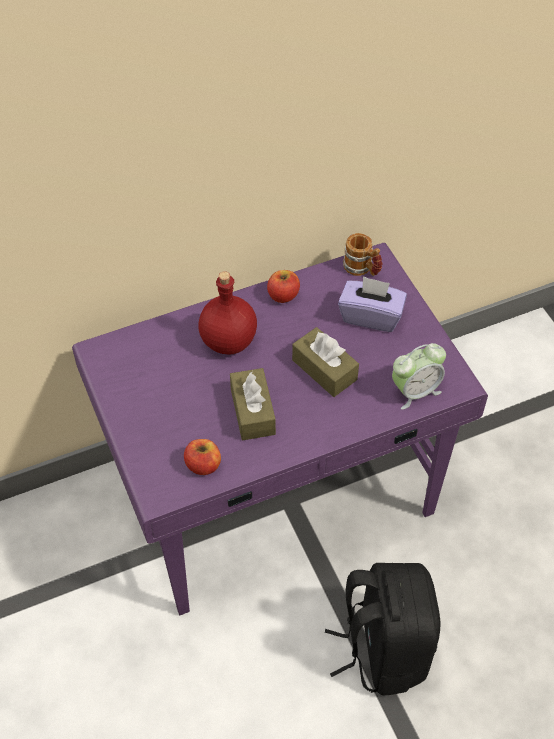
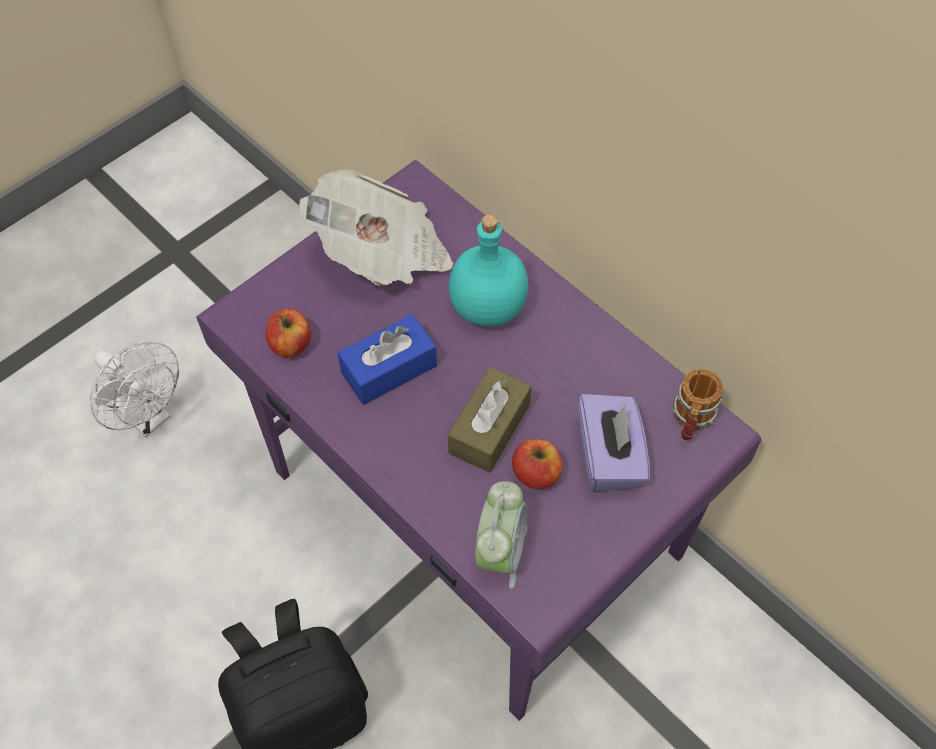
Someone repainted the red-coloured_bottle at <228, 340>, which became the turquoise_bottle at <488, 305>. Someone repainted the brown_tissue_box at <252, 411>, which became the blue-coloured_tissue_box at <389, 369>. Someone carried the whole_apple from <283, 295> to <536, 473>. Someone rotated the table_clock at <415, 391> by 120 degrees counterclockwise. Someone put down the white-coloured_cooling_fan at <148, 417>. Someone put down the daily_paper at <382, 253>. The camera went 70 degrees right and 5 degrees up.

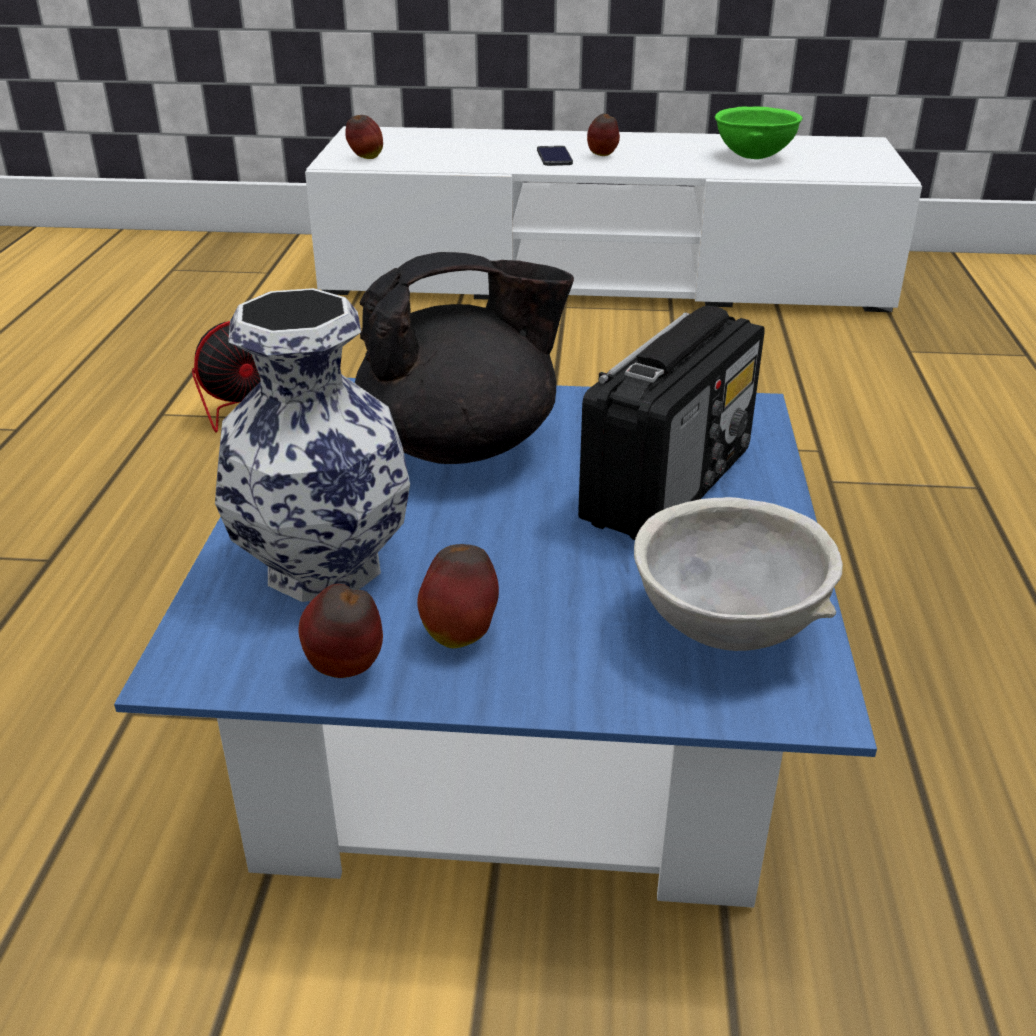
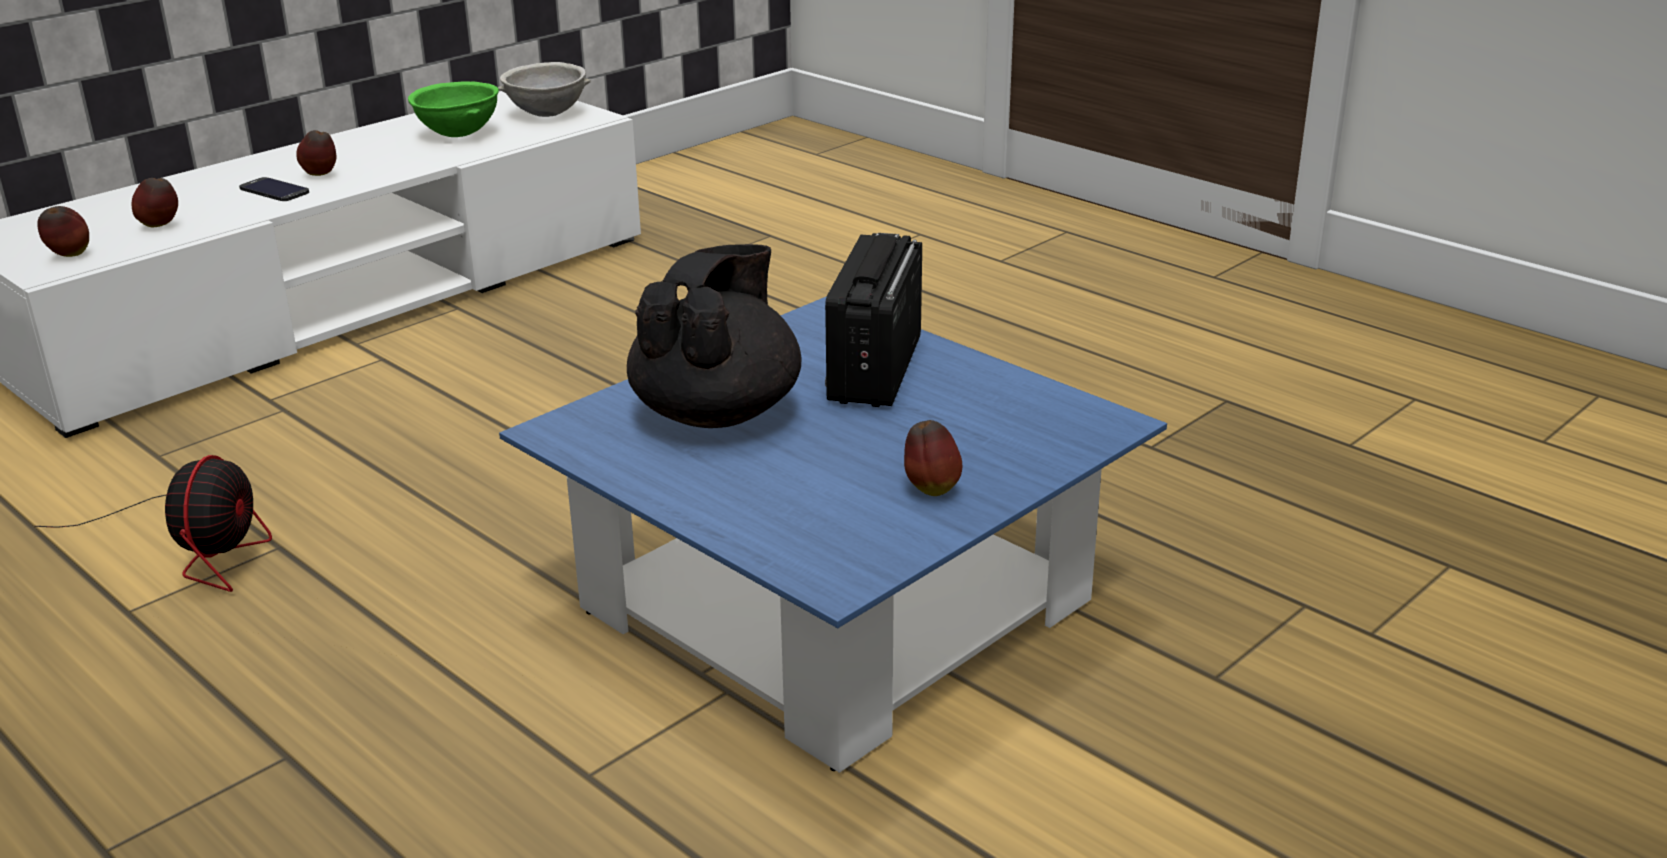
Someone took away the decorative_vase at <325, 564>. Someone carried the whole_apple from <347, 671> to <160, 226>. Someone rotated the radio_receiver at <669, 484> by 150 degrees counterclockwise. Someone carried the greyish_bowl from <726, 631> to <547, 115>. The camera went 50 degrees left and 5 degrees down.

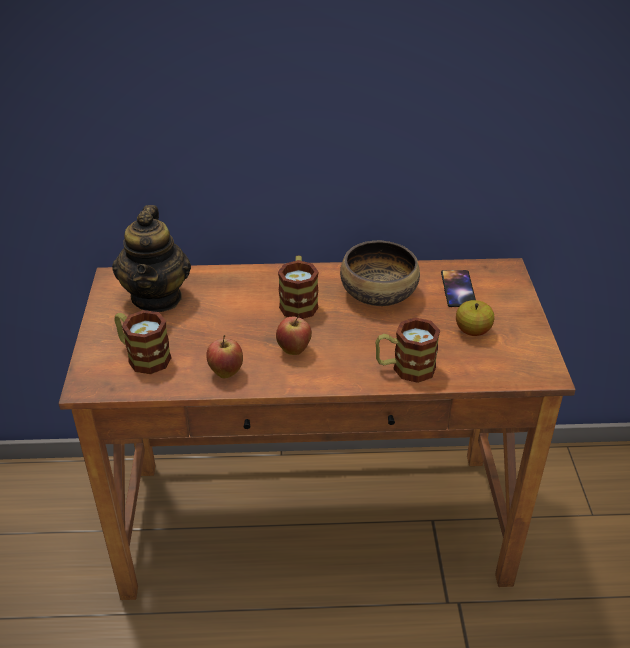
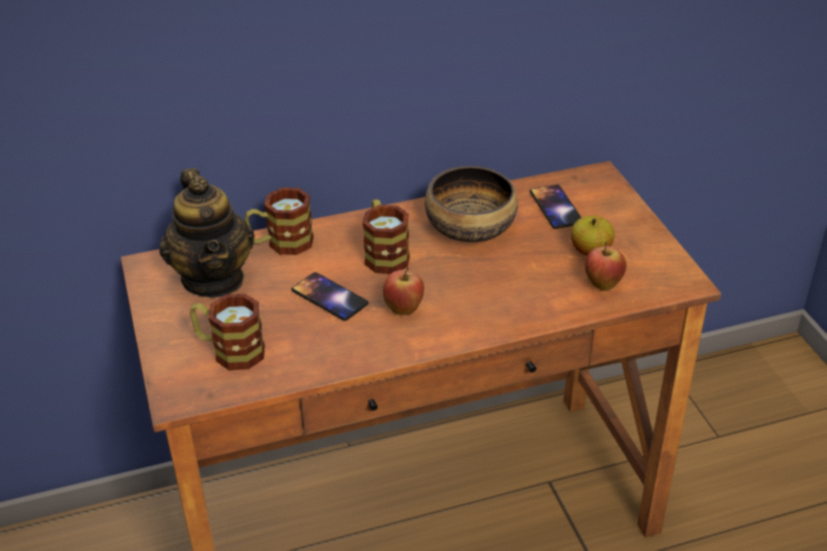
Someone carried the whole_apple from <226, 372> to <602, 285>. Someone carried the mug from <405, 368> to <281, 243>. Someone put down the handset at <329, 297>. The camera went 15 degrees left and 0 degrees up.

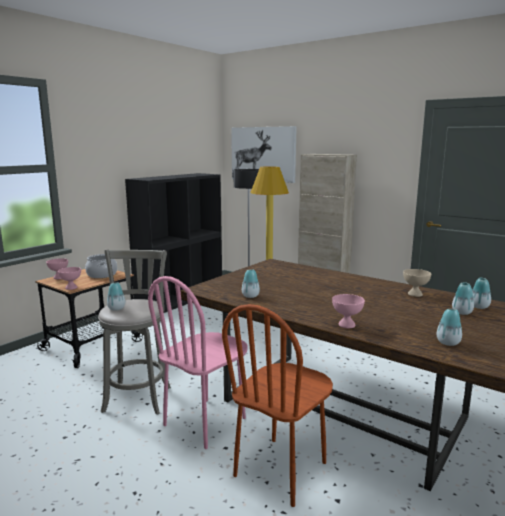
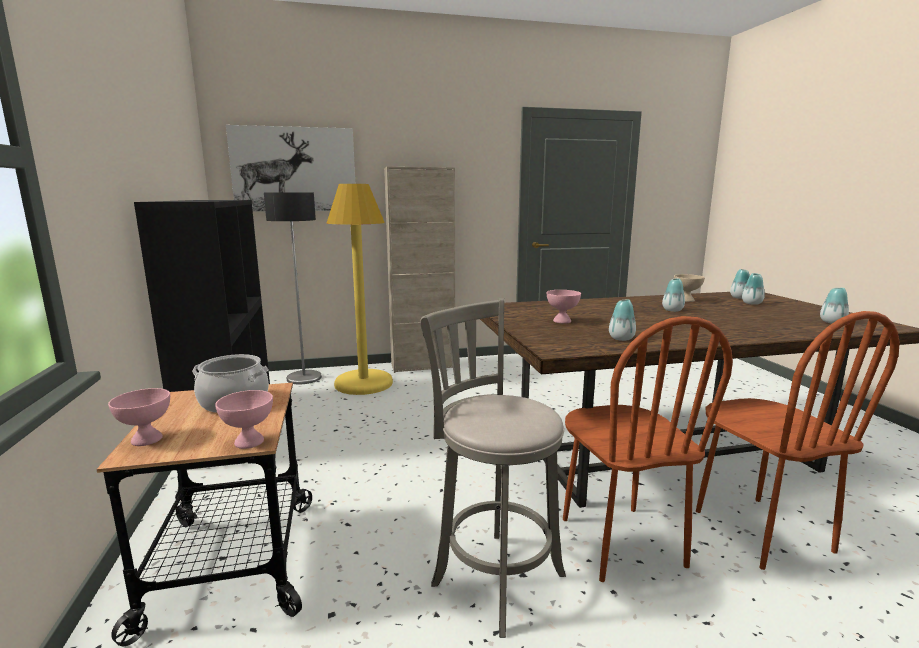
Someone carried the decorative_vase from <116, 308> to <672, 310>. Someone repainted the pink_chair at <205, 422>, which became the brown_chair at <620, 542>. Someone carried the pink_bowl from <346, 325> to <562, 321>. The camera went 50 degrees left and 0 degrees up.

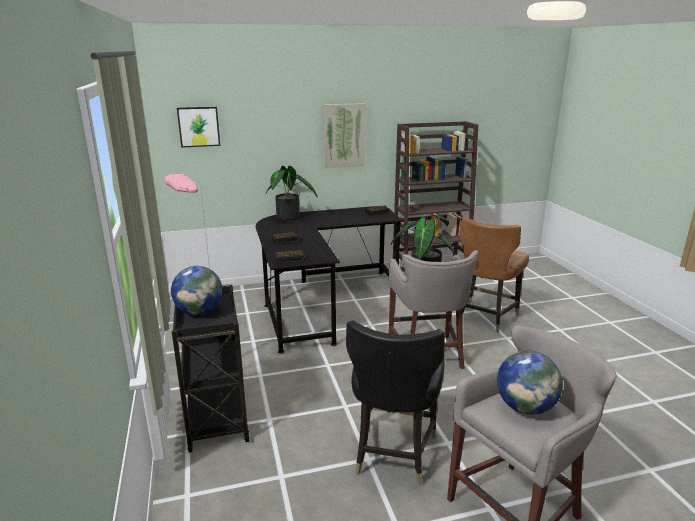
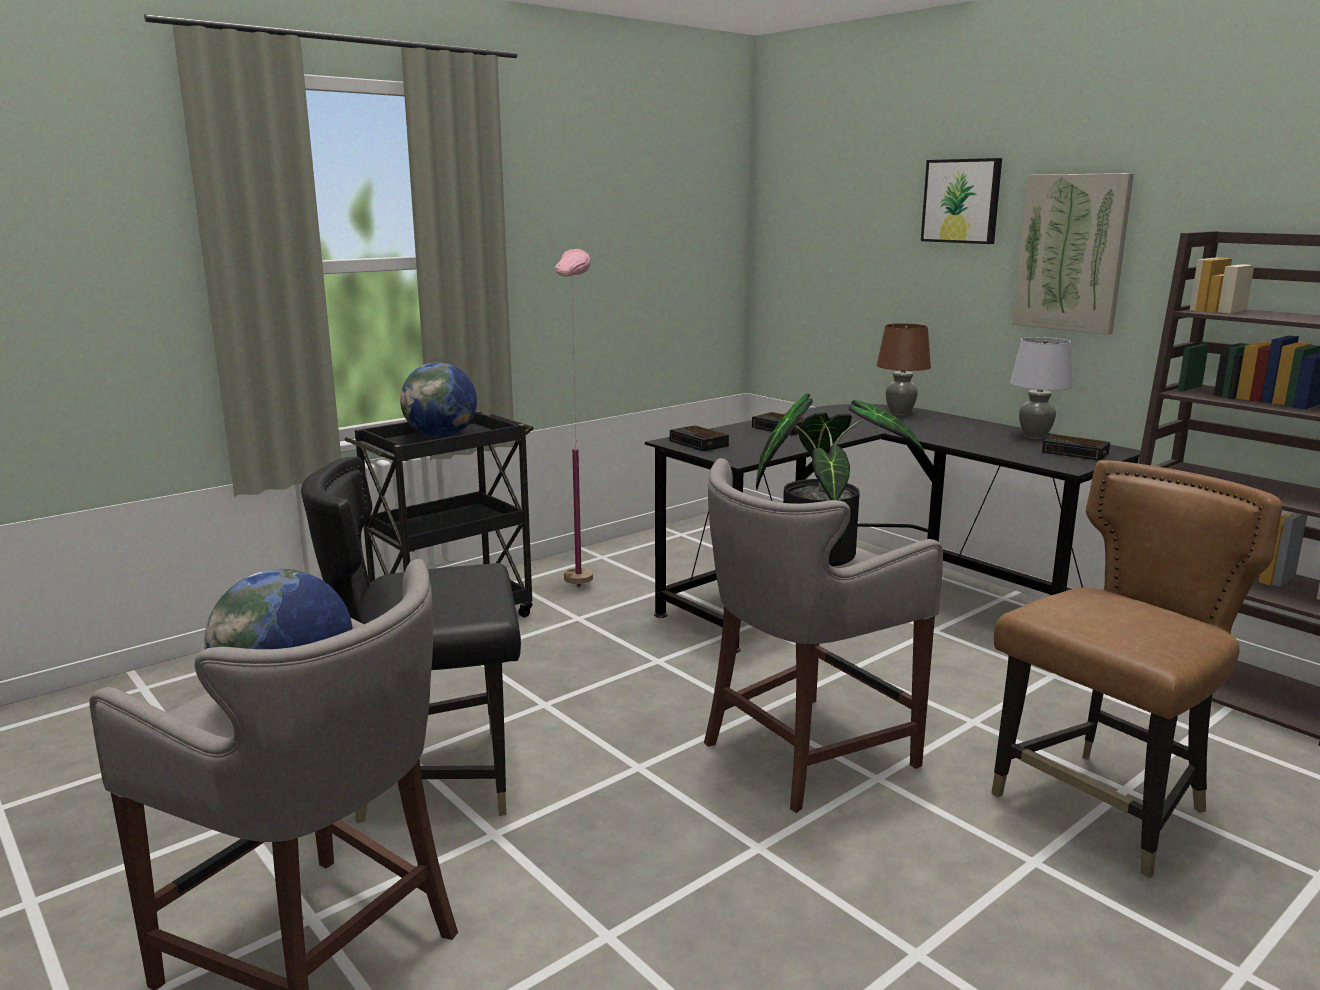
Someone carried the wall_art from <199, 126> to <962, 201>. Someone swapped the houseplant at <290, 217> for the brown_table_lamp at <900, 413>. Someone rotated the brown_chair at <485, 317> by 135 degrees clockwise. Someone put down the greyish_table_lamp at <1034, 437>. The camera went 65 degrees right and 5 degrees down.

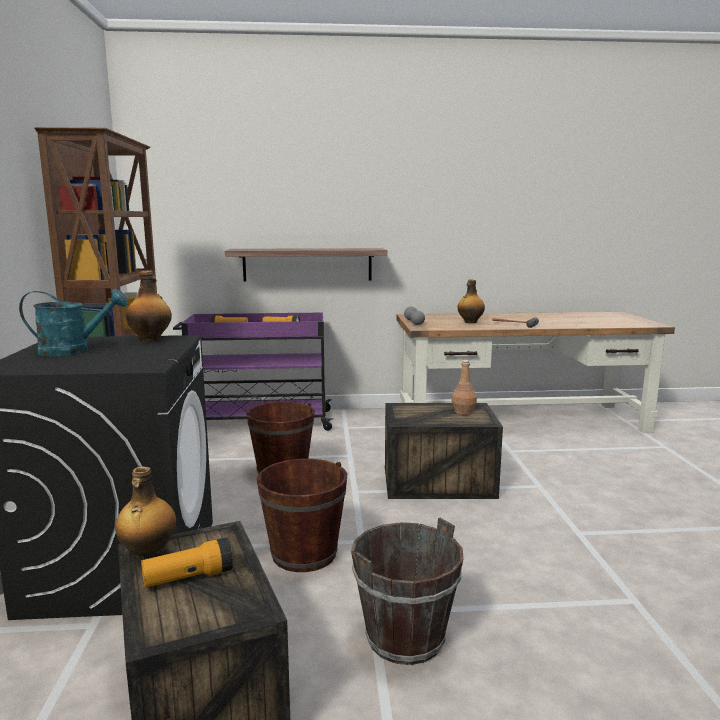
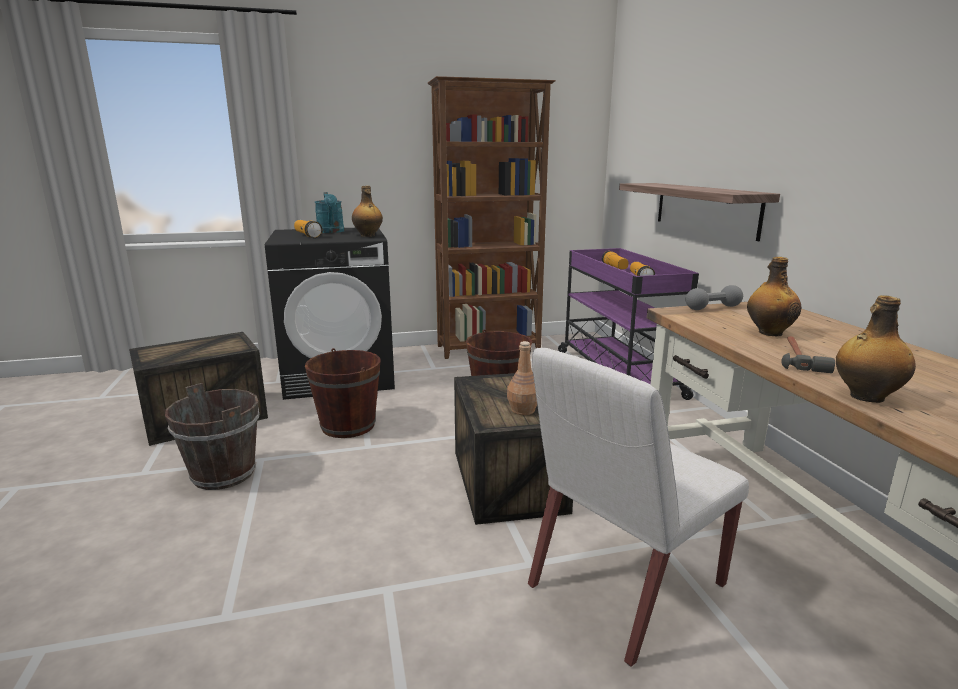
Someone carried the bottle from <148, 554> to <865, 397>. Someone carried the hand_torch from <189, 578> to <308, 236>. Someone put down the white-coloured_chair at <624, 586>. The camera went 80 degrees right and 5 degrees up.

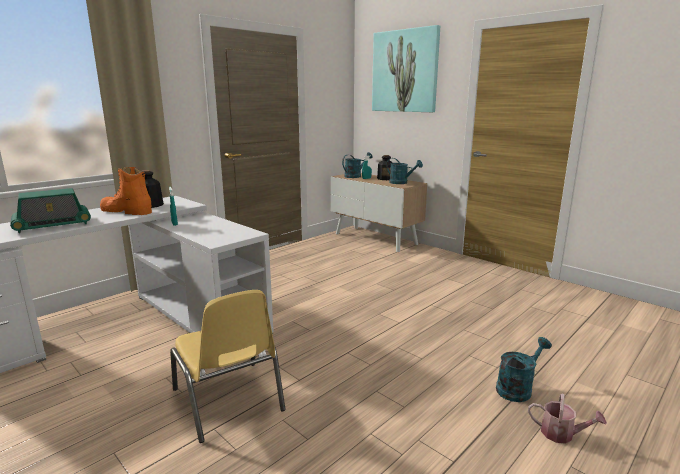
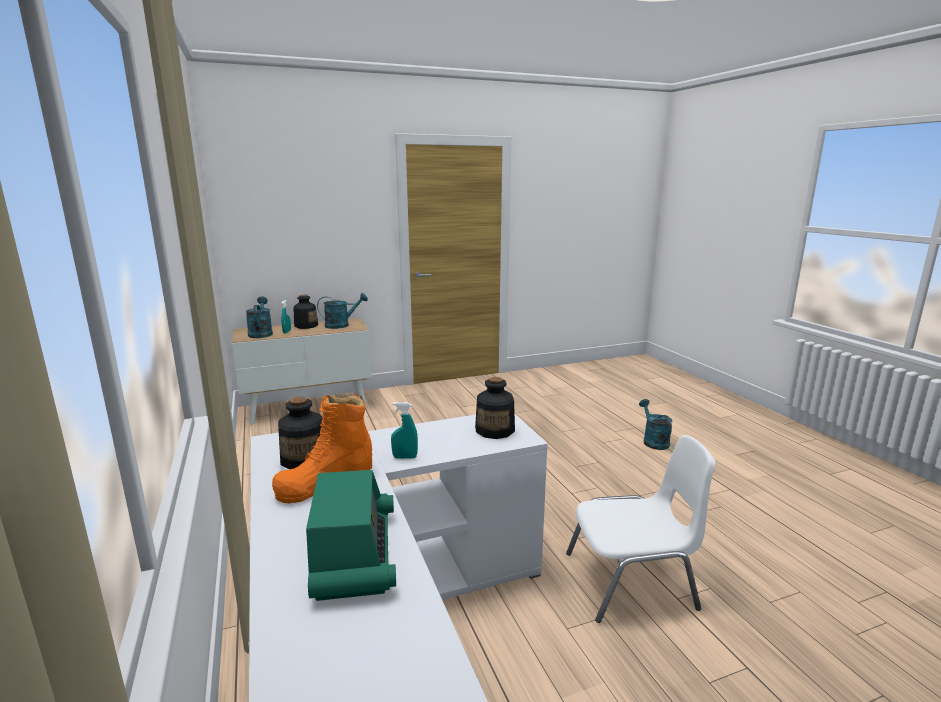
Someone repainted the yellow_chair at <229, 400>, which became the white-coloured_chair at <632, 581>. Someone took away the wall_art at <405, 71>. Someone took away the sprinkling_can at <561, 434>. Someone put down the bottle at <495, 430>. The camera went 65 degrees left and 0 degrees up.

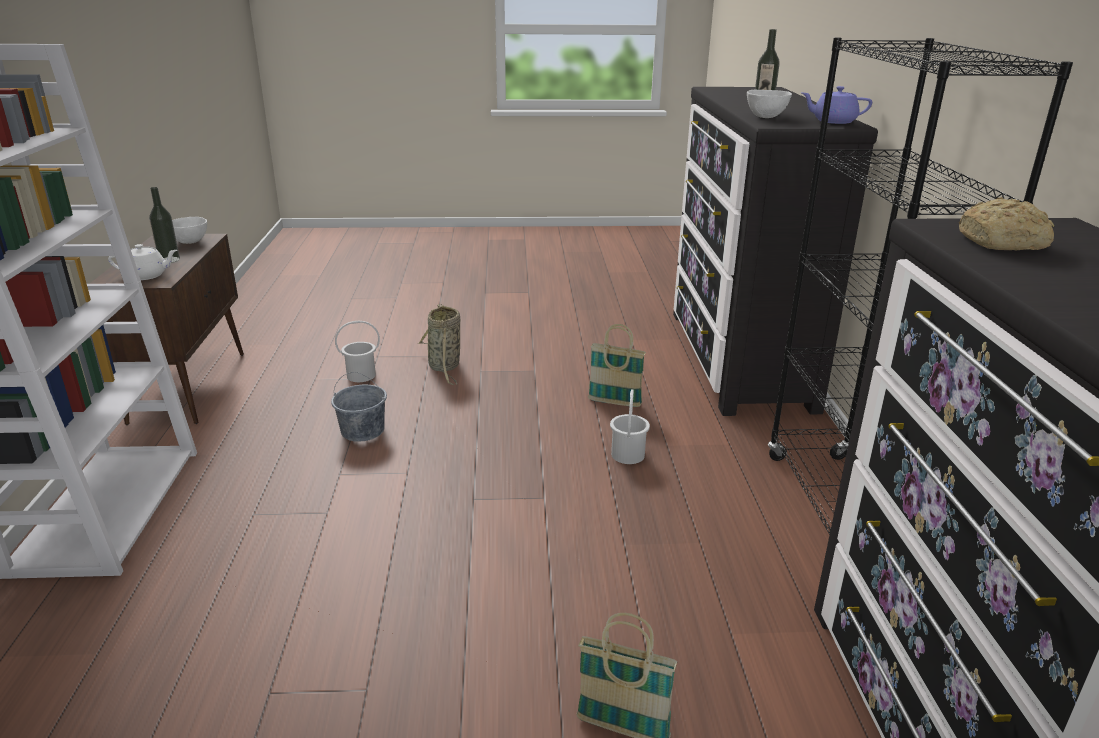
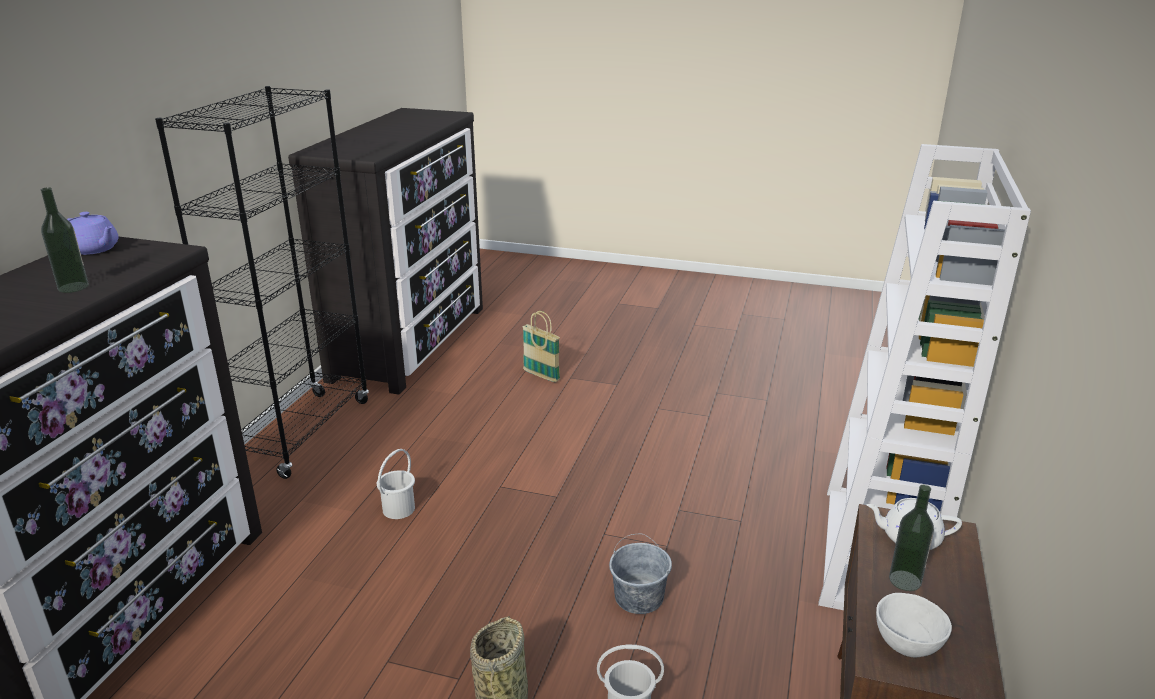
Someone took away the storage_basket at <614, 402>. Someone took away the white-coloured_bowl at <766, 117>. Someone took away the baked_bread at <1004, 243>. The camera went 160 degrees left and 0 degrees up.

